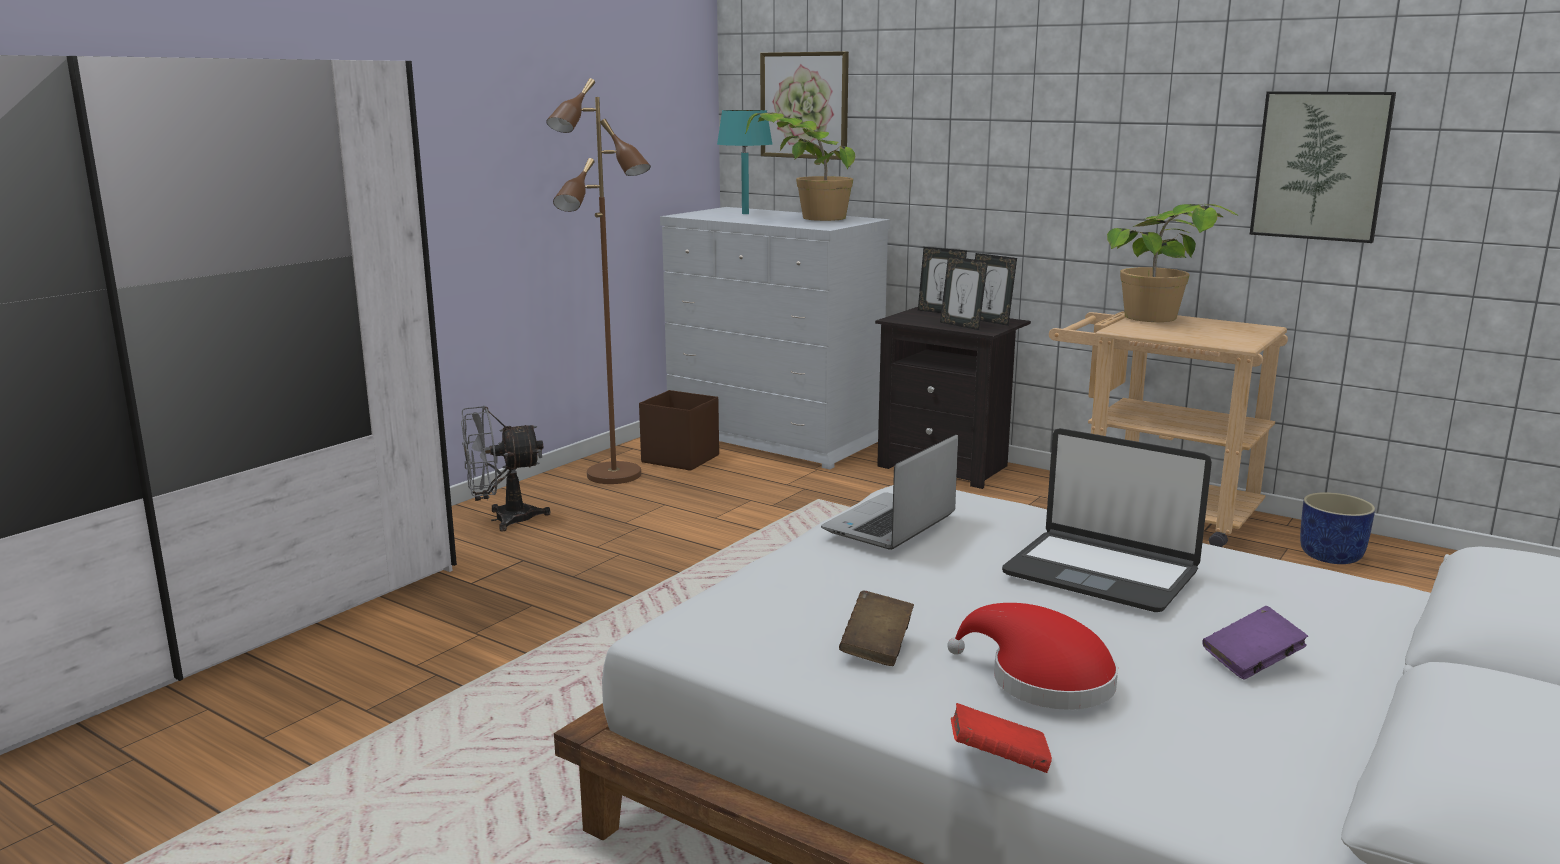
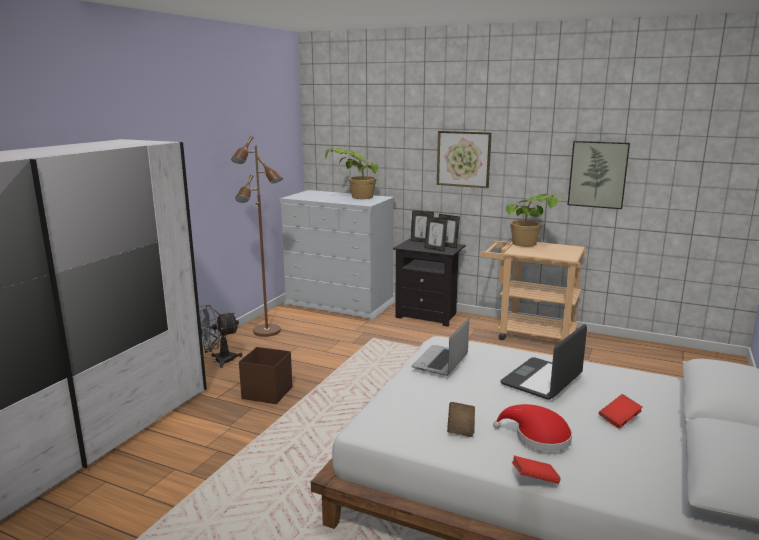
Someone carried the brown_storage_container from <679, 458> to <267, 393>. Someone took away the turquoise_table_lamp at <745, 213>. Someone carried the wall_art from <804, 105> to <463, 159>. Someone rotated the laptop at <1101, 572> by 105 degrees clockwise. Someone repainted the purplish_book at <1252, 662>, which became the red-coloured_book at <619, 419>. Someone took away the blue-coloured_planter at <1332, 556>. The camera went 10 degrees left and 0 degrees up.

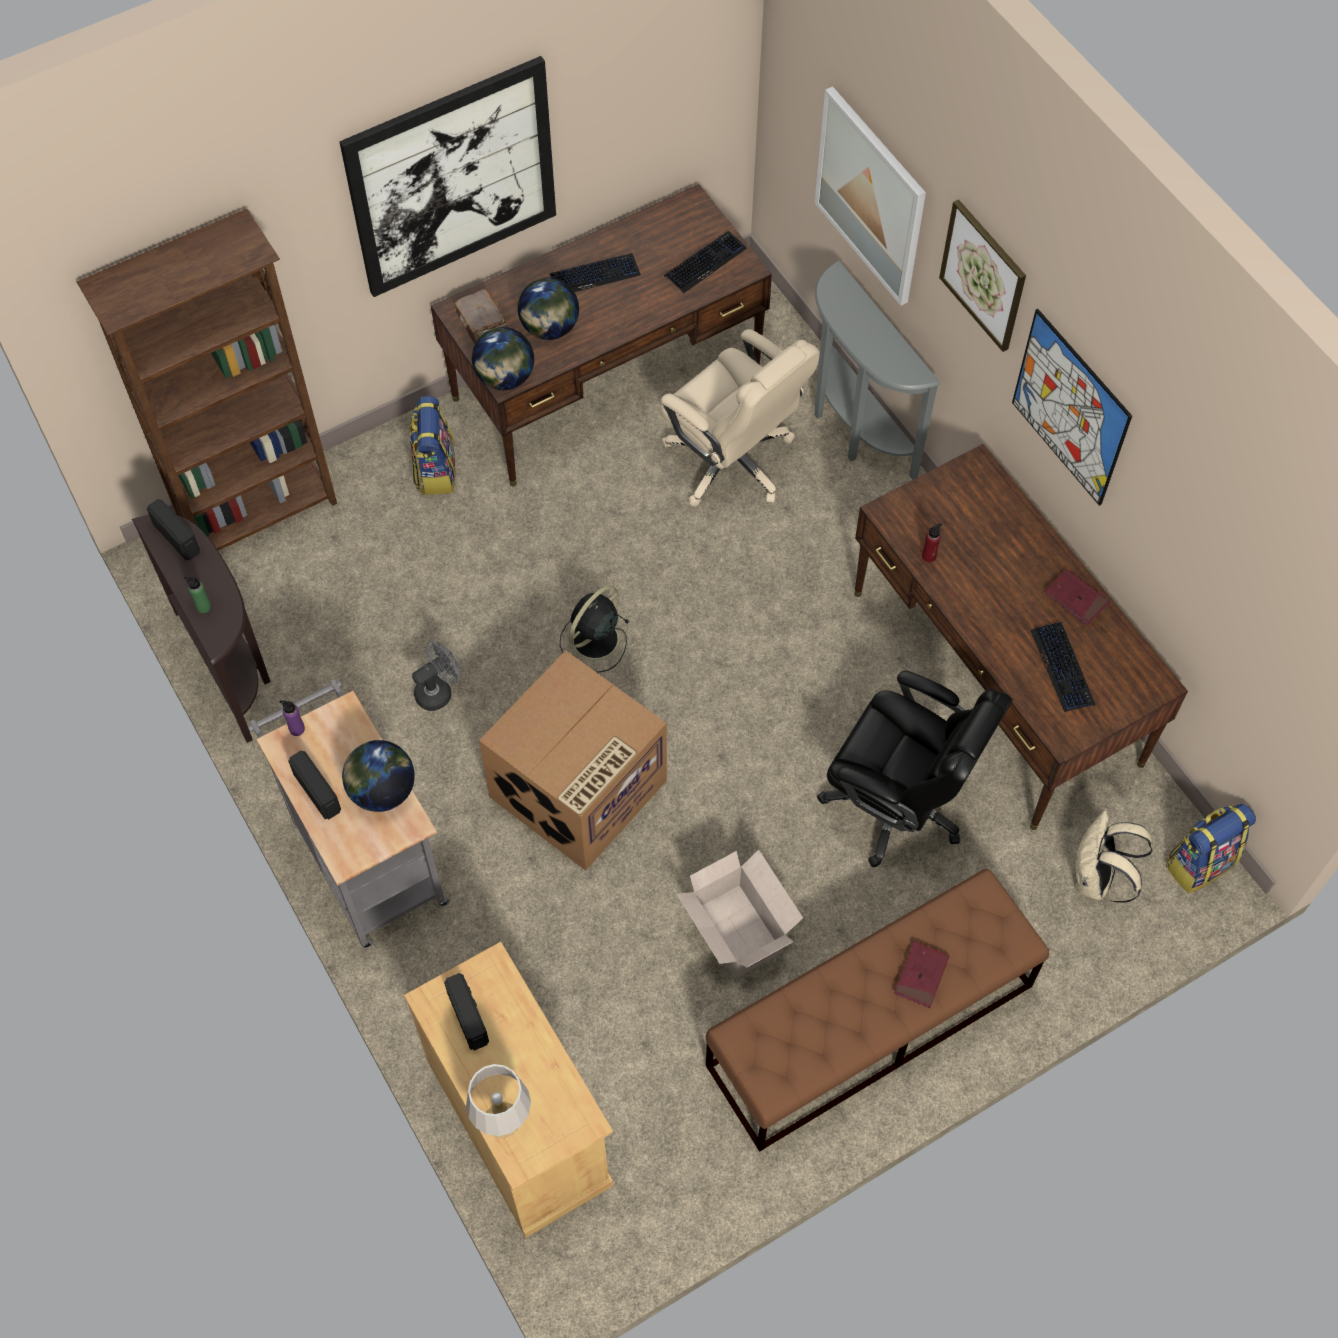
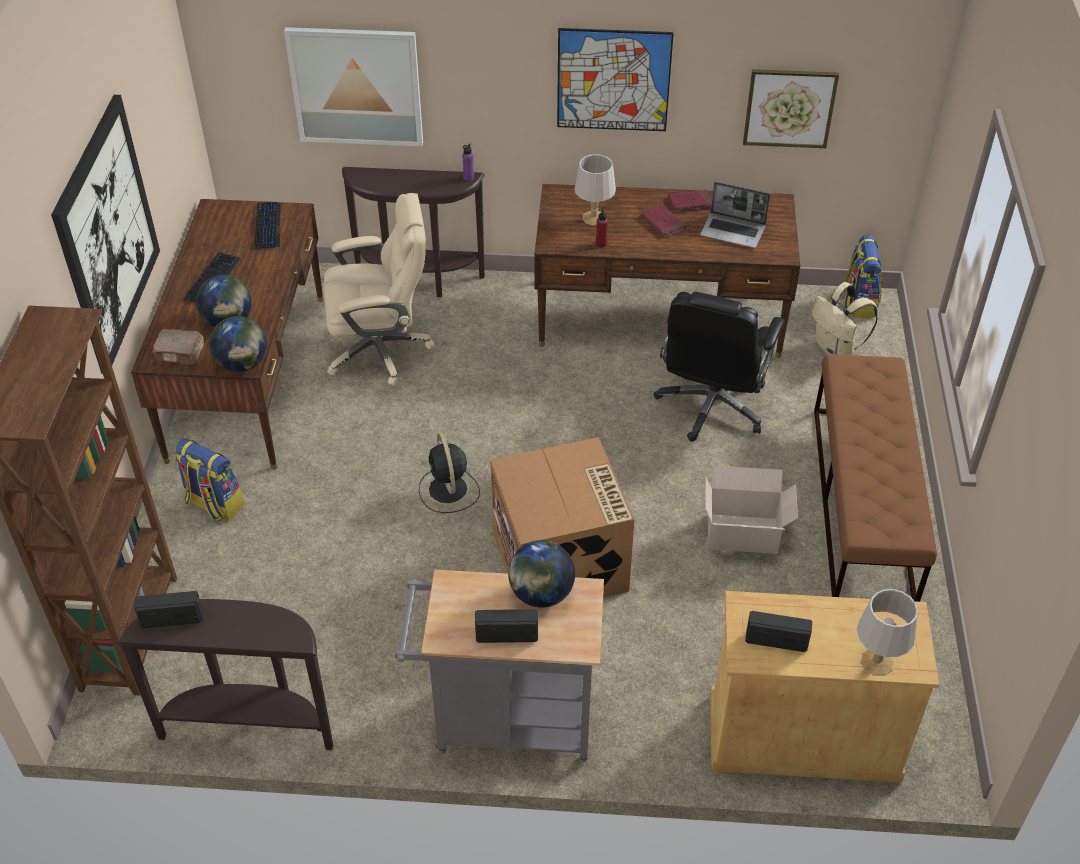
Someone took away the green_bottle at <203, 607>. Someone carried the purplish_bottle from <297, 729> to <468, 178>. Someone took away the greyish_cooling_fan at <438, 691>. Someone repainted the greyish_narrow_table at <853, 429>, which became the brown_narrow_table at <418, 283>. Someone rotated the black-coloured_desk_chair at <898, 804> by 135 degrees clockwise. Someone carried the red-coloured_book from <921, 975> to <663, 223>. Someone carried the wall_art from <983, 275> to <789, 108>. Someone swapped the keyboard at <1062, 668> for the laptop at <733, 231>. Someone put down the greyish_table_lamp at <593, 218>. The camera went 55 degrees left and 15 degrees down.

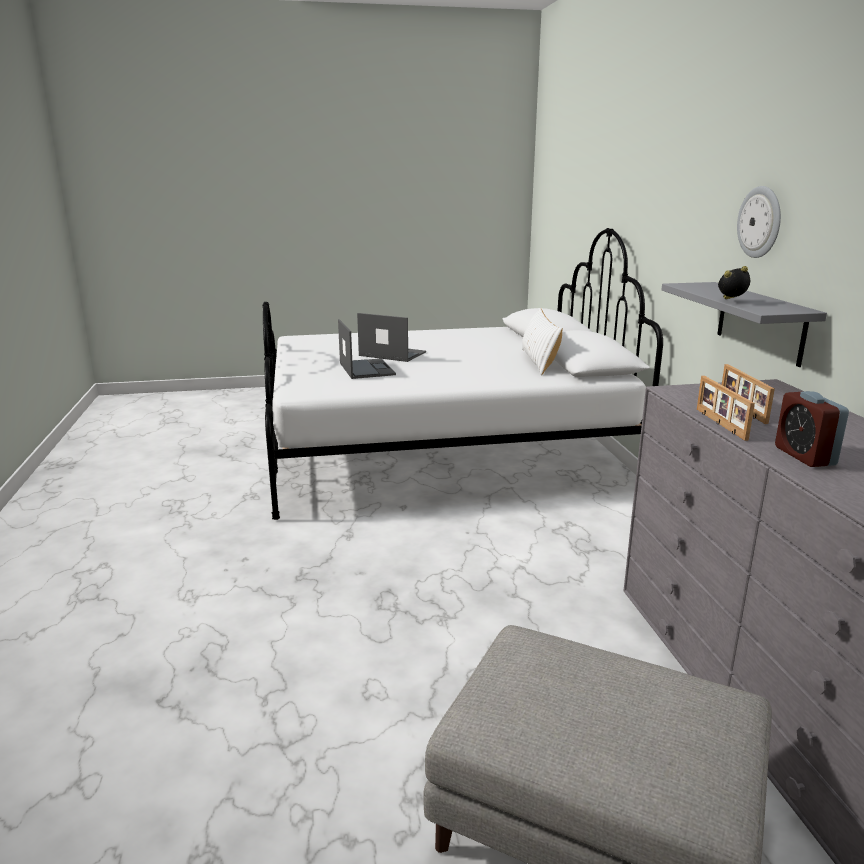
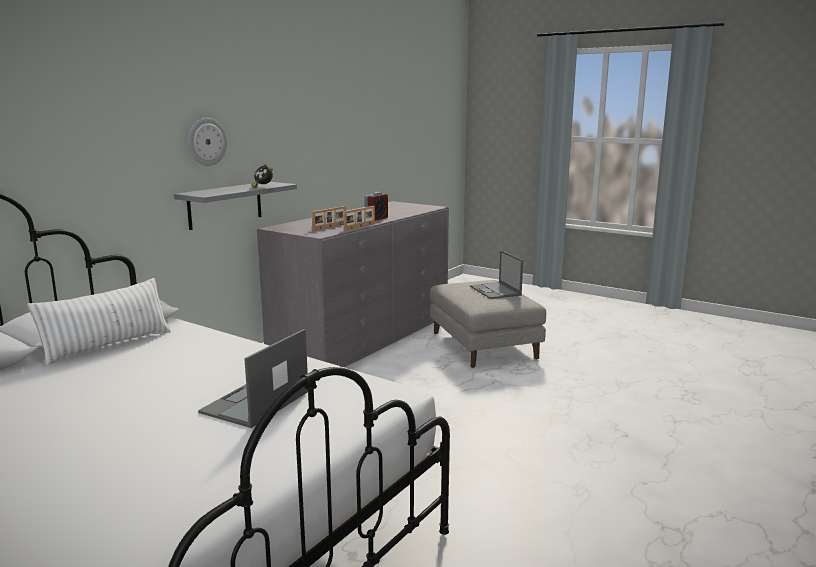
Someone carried the laptop from <391, 354> to <495, 291>. The camera went 135 degrees left and 5 degrees down.

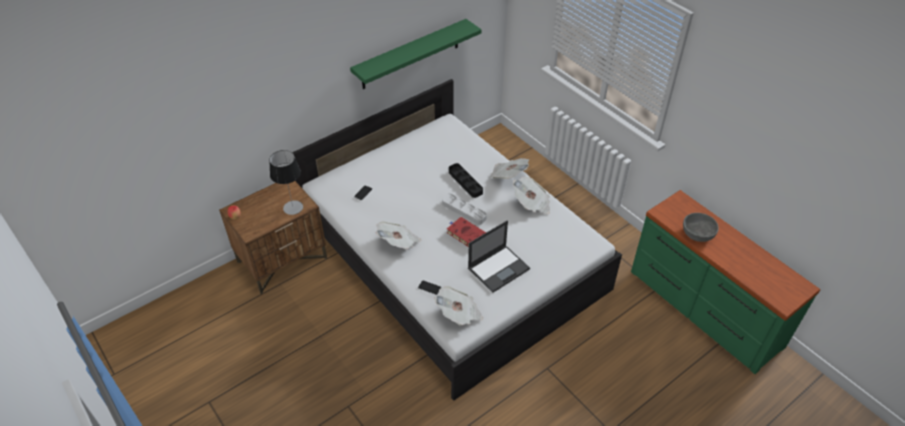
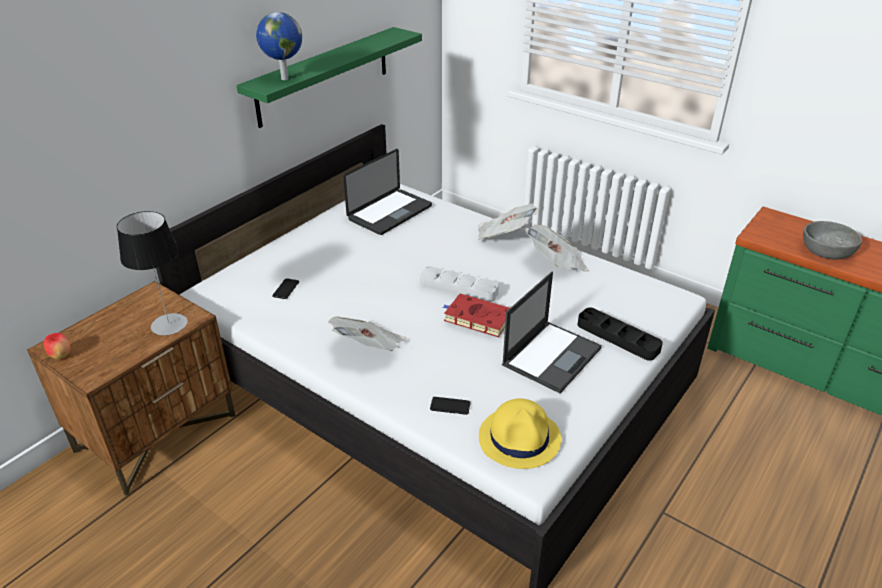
Someone swapped the daily_paper at <459, 314> for the yellow_clothing_hat at <520, 438>. Someone carried the black-coloured_serving_tray from <465, 182> to <618, 337>. Someone put down the desk_globe at <283, 79>. Someone put down the laptop at <390, 213>. The camera went 15 degrees left and 10 degrees down.

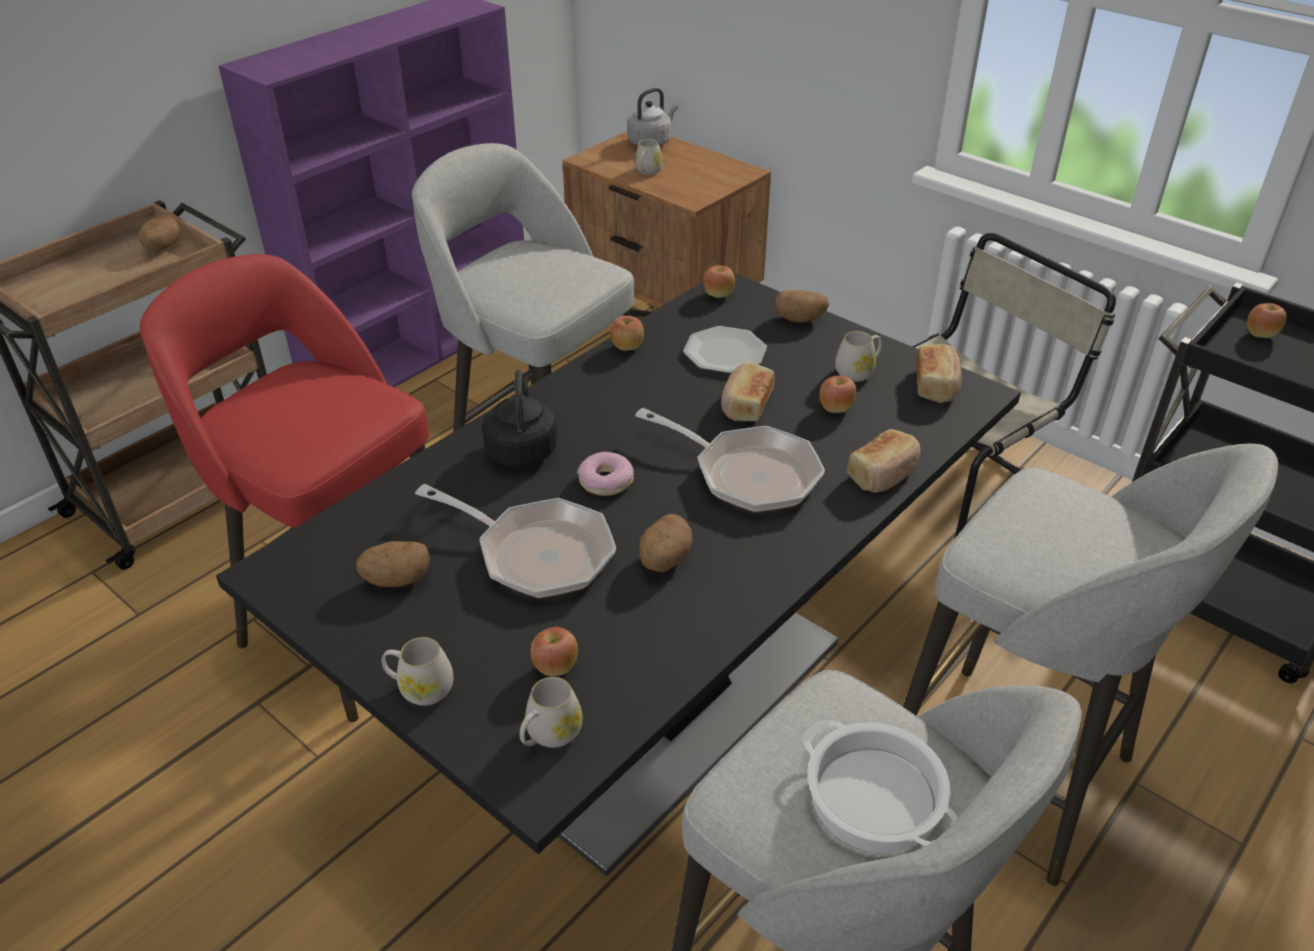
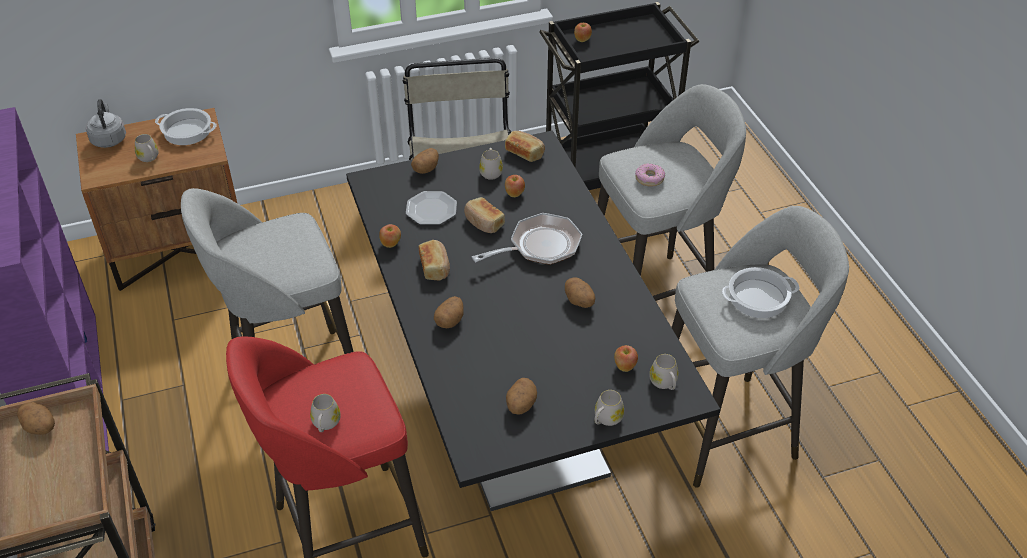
Someone took away the pan at <536, 553>. Someone swapped the black-coloured_kettle at <522, 449> for the potato at <450, 320>. Someone carried the doughnut from <606, 481> to <649, 178>. Someone took away the whole_apple at <718, 295>. Someone carried the baked_bread from <883, 474> to <435, 267>. Someone put down the cooking_pot at <186, 131>. Someone put down the white-coloured_mug at <325, 424>. The camera went 60 degrees left and 5 degrees up.

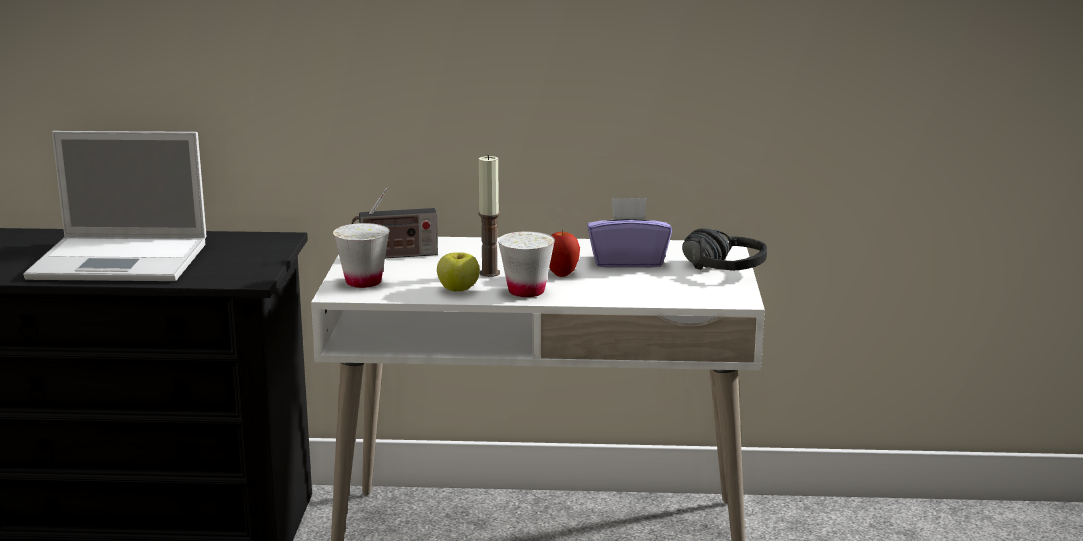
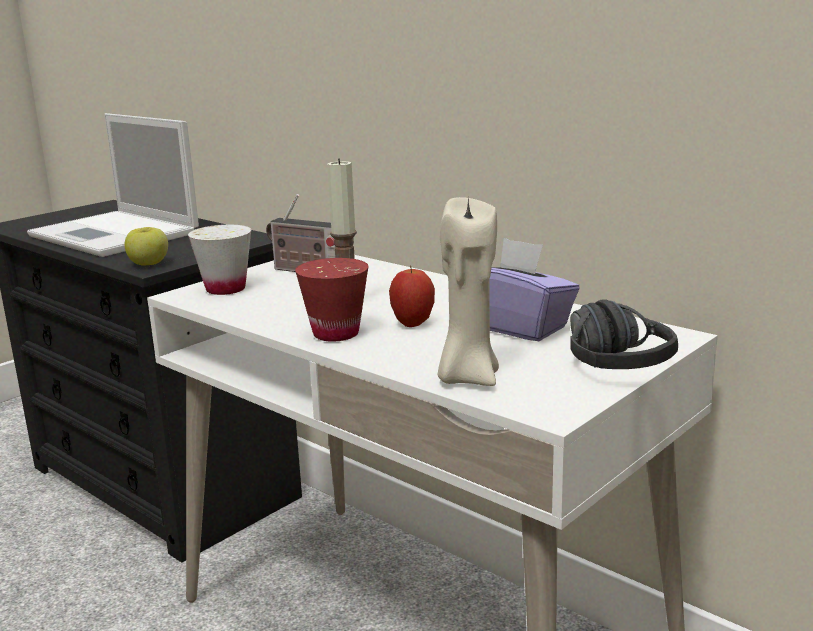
Someone carried the whole_apple from <458, 289> to <149, 264>. Someone repainted the white-coloured_drinking_cup at <526, 291>, which became the red-coloured_drinking_cup at <336, 334>. Someone put down the beige-coloured_wax_light at <467, 378>. The camera went 40 degrees right and 0 degrees up.

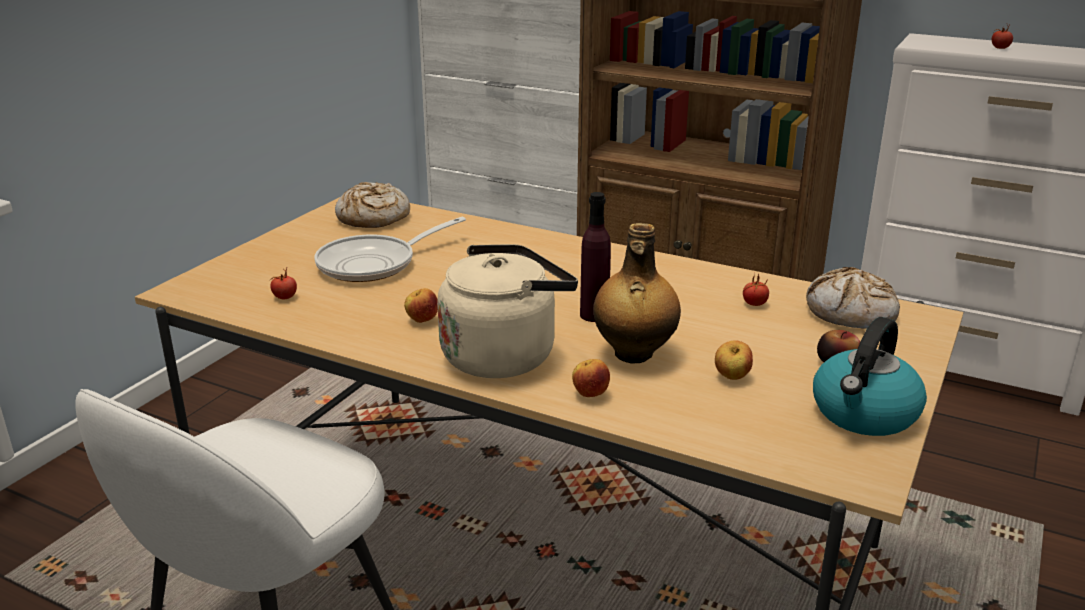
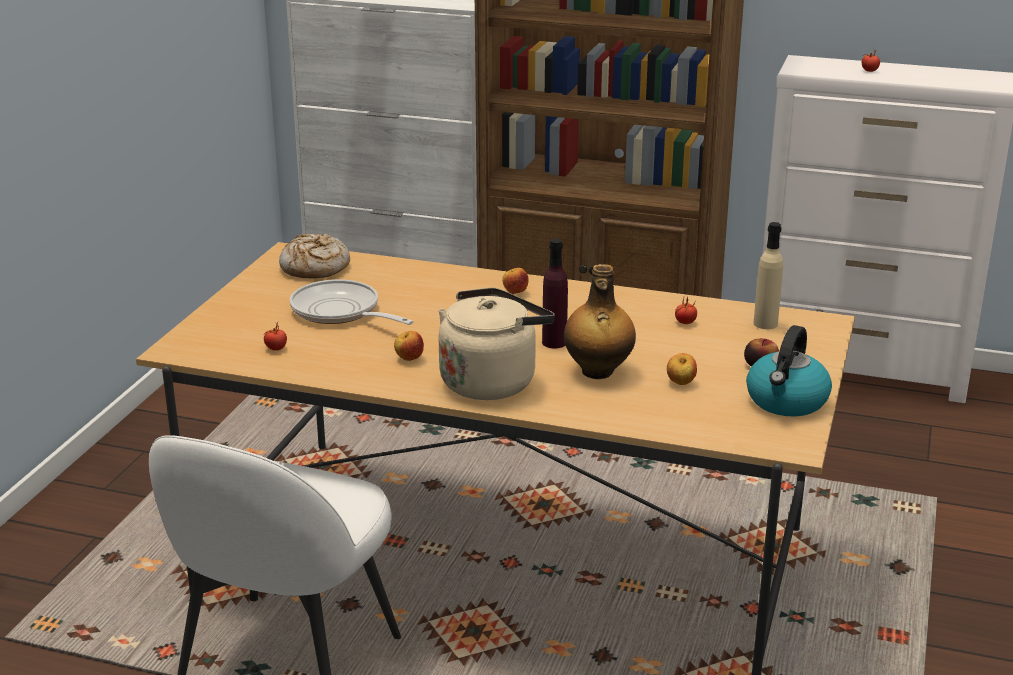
Someone rotated the pan at <374, 264> by 90 degrees clockwise. Someone carried the whole_apple from <590, 394> to <515, 293>. Someone swapped the baked_bread at <851, 313> for the beige-coloured_bottle at <765, 324>. The camera went 10 degrees left and 0 degrees up.

